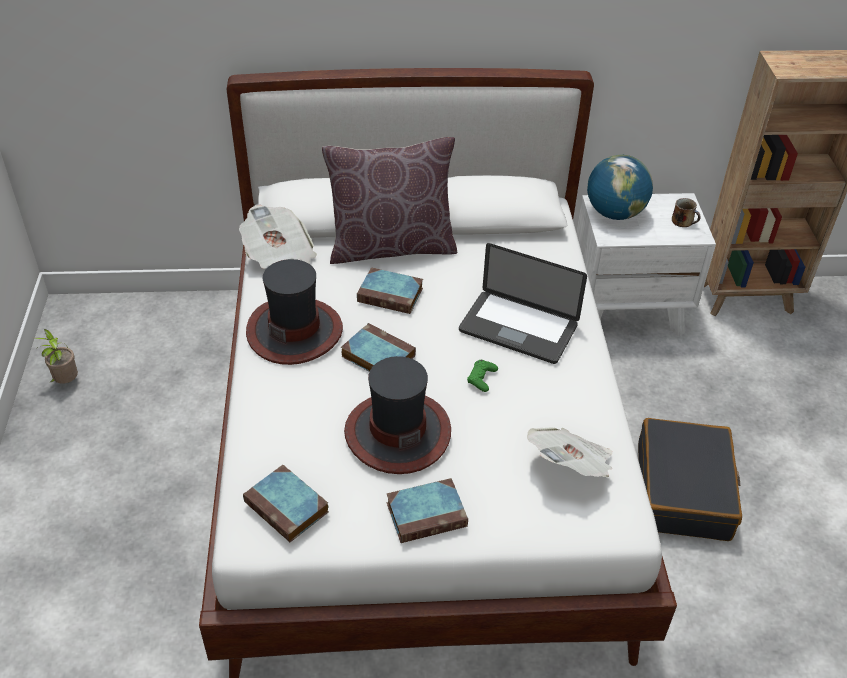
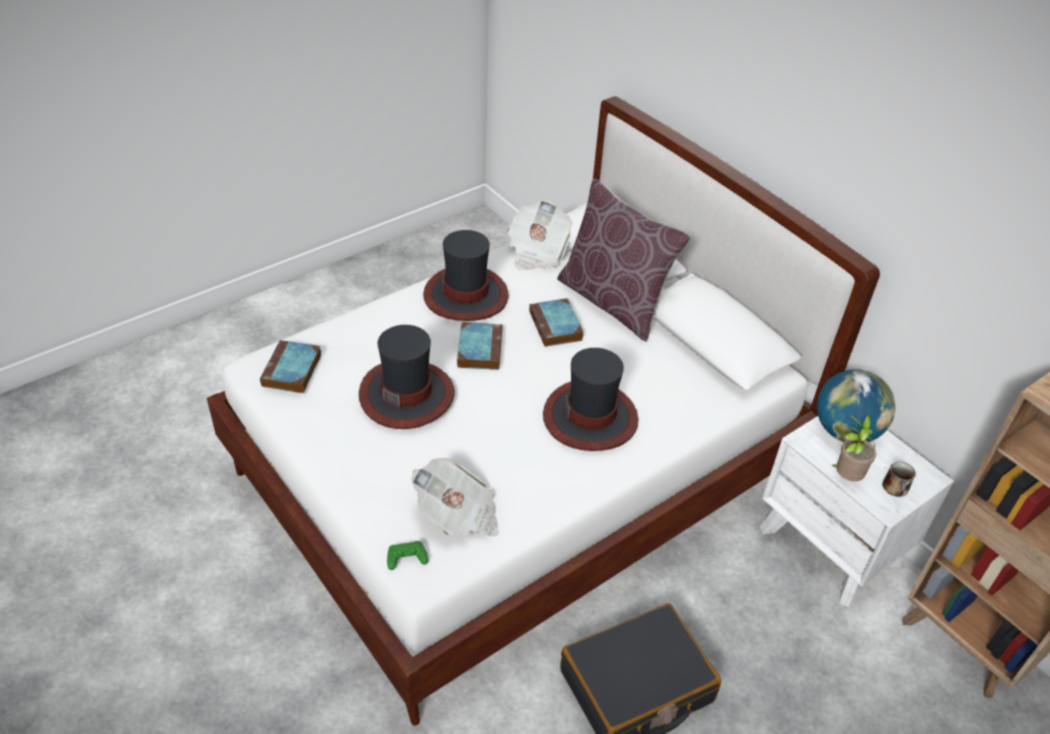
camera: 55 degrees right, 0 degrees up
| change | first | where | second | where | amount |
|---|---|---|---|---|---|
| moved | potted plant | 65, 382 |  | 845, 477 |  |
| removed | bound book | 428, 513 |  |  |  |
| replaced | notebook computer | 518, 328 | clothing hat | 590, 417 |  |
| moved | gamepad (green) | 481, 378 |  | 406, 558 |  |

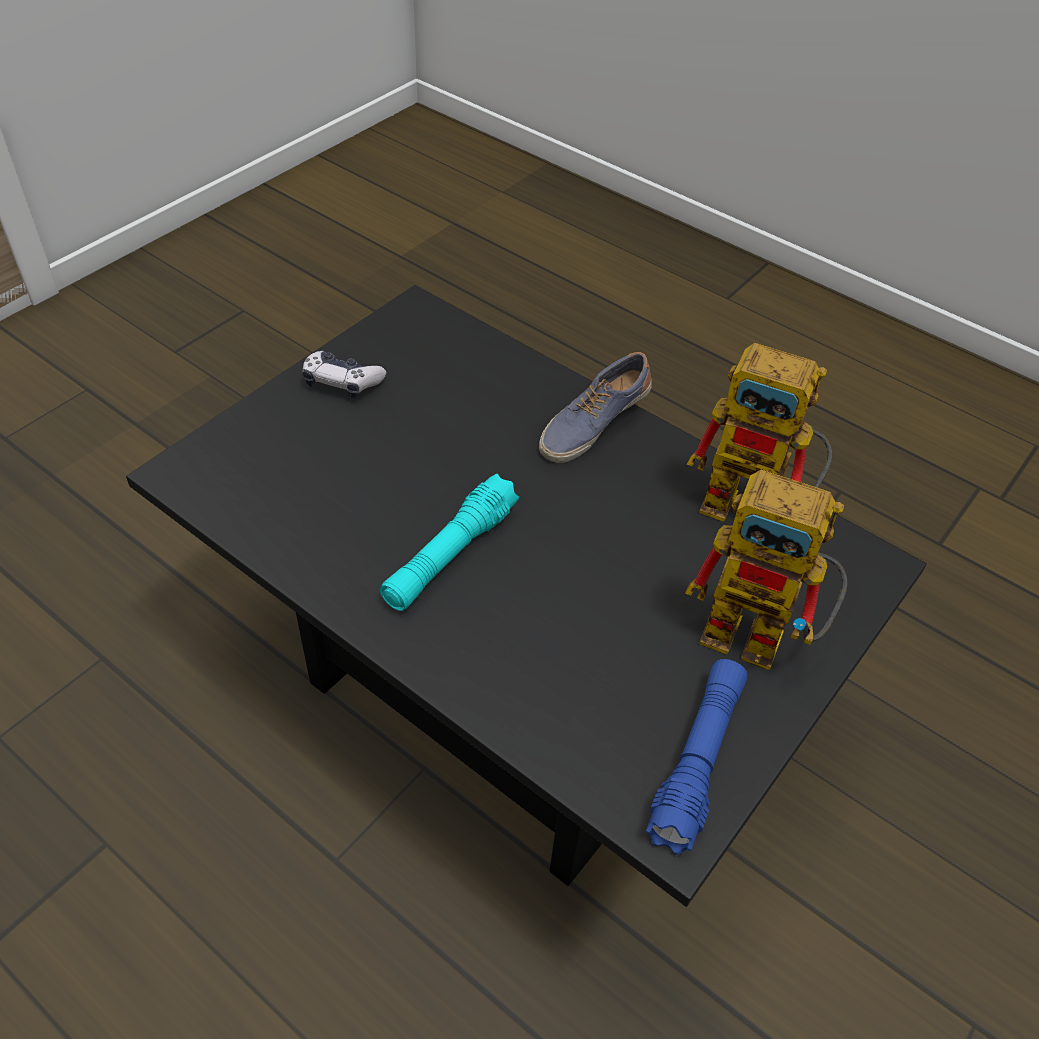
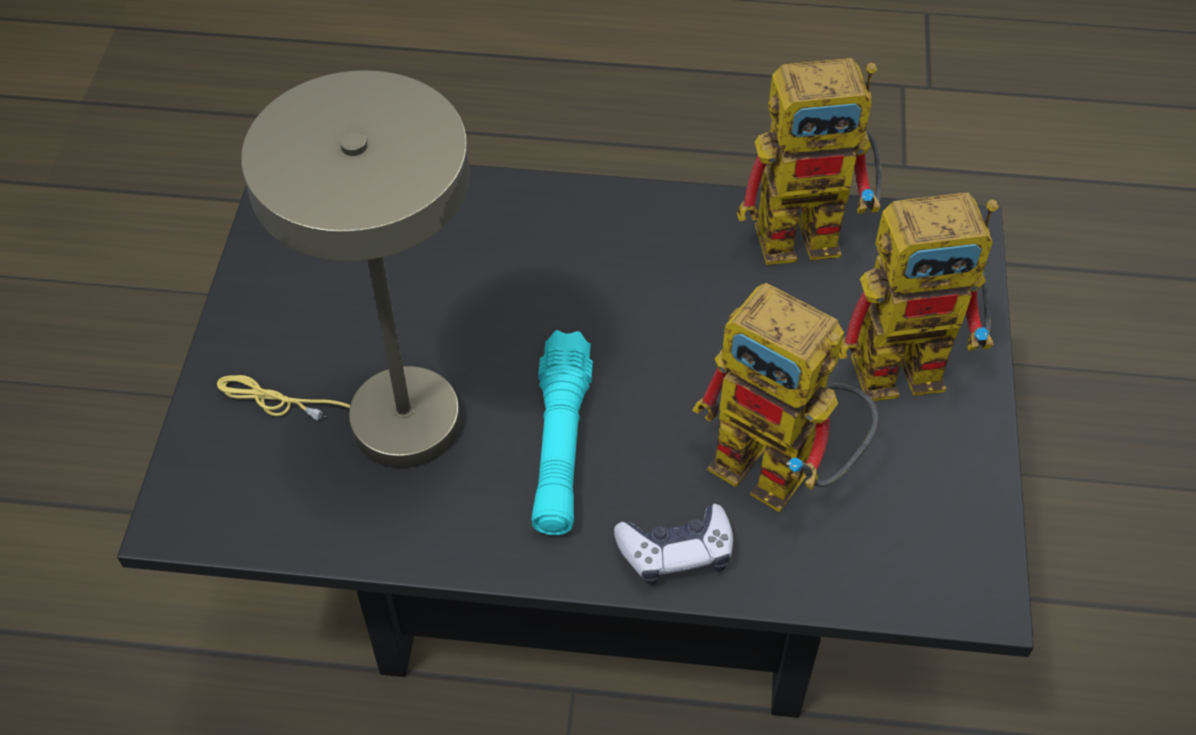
camera: 30 degrees left, 5 degrees up
| change | first | where | second | where | amount |
|---|---|---|---|---|---|
| moved | gamepad | 342, 382 |  | 676, 552 |  |
| removed | shoe | 592, 424 |  |  |  |
| removed | hand torch (blue) | 697, 761 |  |  |  |
| added |  |  | tabletop lamp (beige-coloured) | 384, 420 |  |
| added |  |  | toy robot | 783, 473 |  |

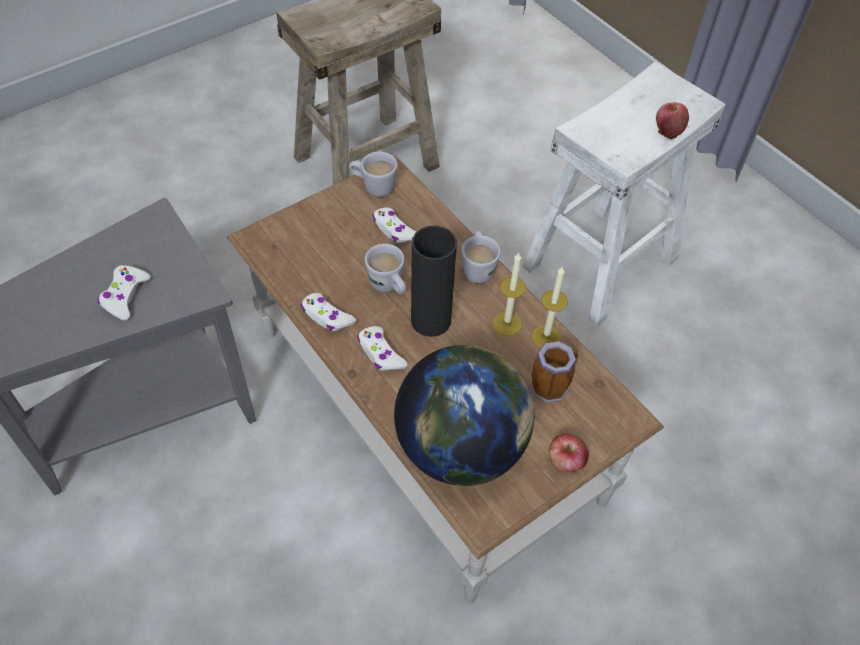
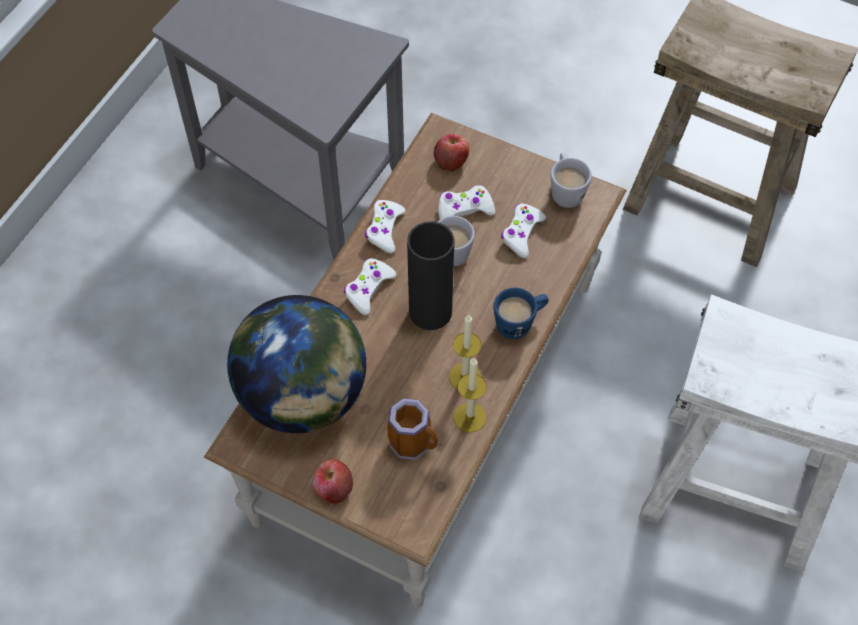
camera: 65 degrees right, 5 degrees up
| change | first | where | second | where | amount |
|---|---|---|---|---|---|
| moved | gamepad (white) | 125, 296 |  | 464, 209 |  |
| recoloured | tea mug (white) | 477, 268 | tea mug (blue) | 520, 323 |  |
| moved | apple fruit | 668, 130 |  | 451, 161 |  |

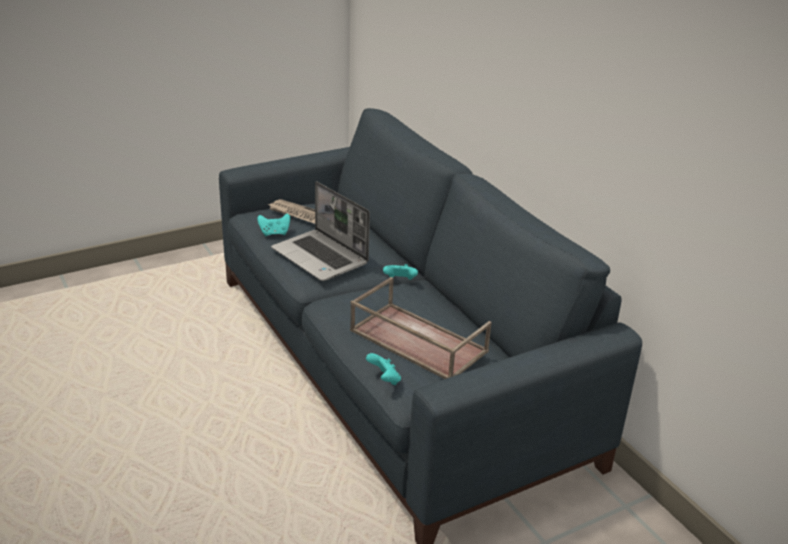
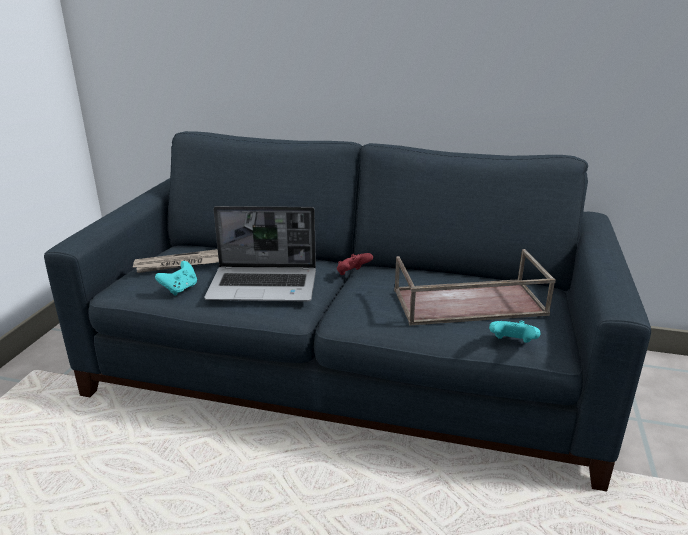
camera: 45 degrees left, 5 degrees down
| change | first | where | second | where | amount |
|---|---|---|---|---|---|
| recoloured | gamepad (blue-green) | 400, 281 | gamepad (reddish) | 352, 274 |  |

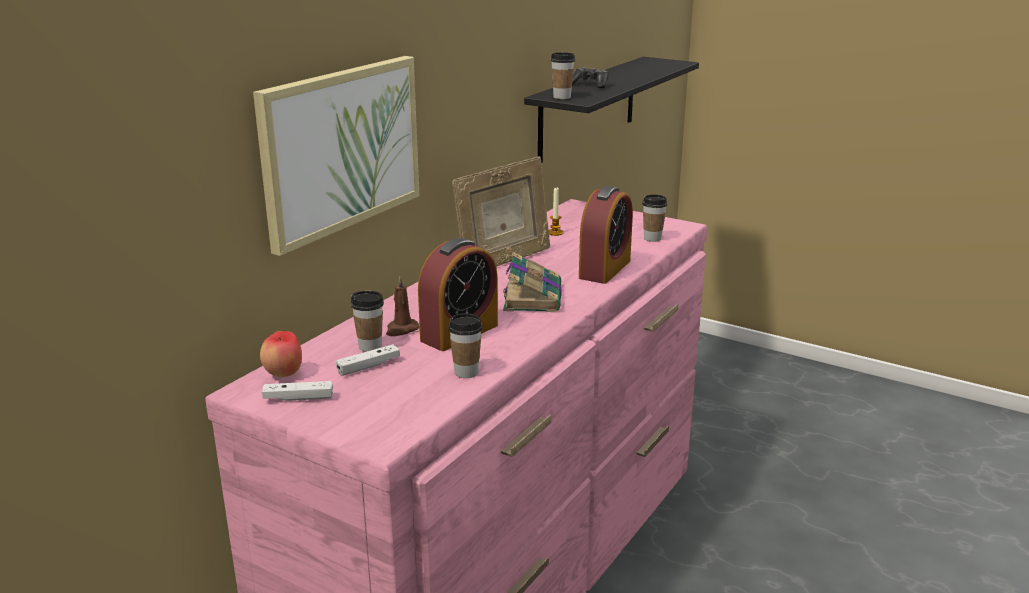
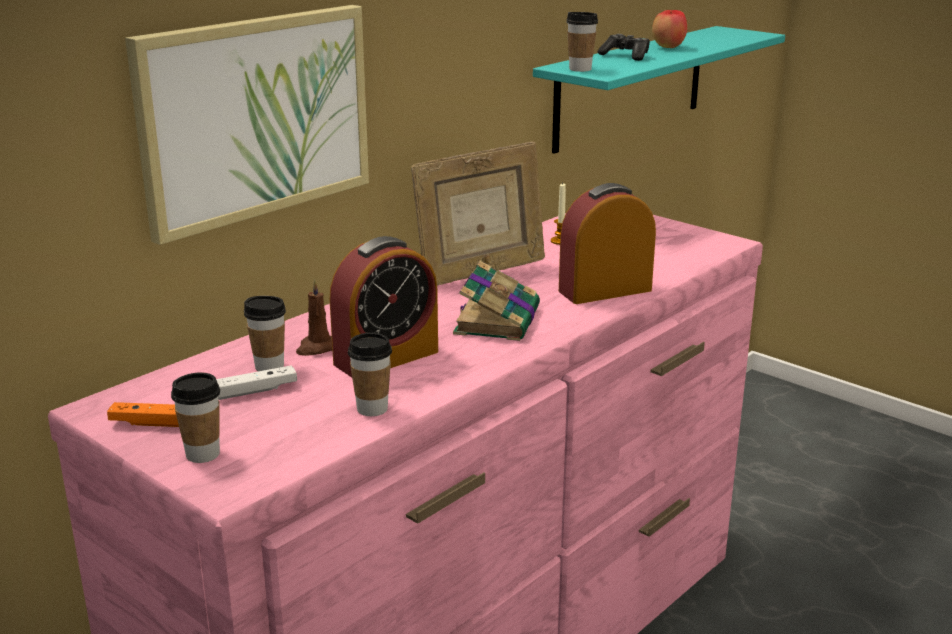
camera: 10 degrees right, 0 degrees up
| change | first | where | second | where | amount |
|---|---|---|---|---|---|
| moved | apple fruit | 284, 374 |  | 668, 47 |  |
| recoloured | gamepad (white) | 298, 398 | gamepad (orangey) | 153, 424 |  |
| recoloured | bracket shelf (black-coloured) | 588, 108 | bracket shelf (blue-green) | 630, 87 |  |
| turned | alarm clock | 605, 269 |  | 605, 290 | 150 degrees counterclockwise |
| moved | small cup | 652, 238 |  | 203, 454 |  |

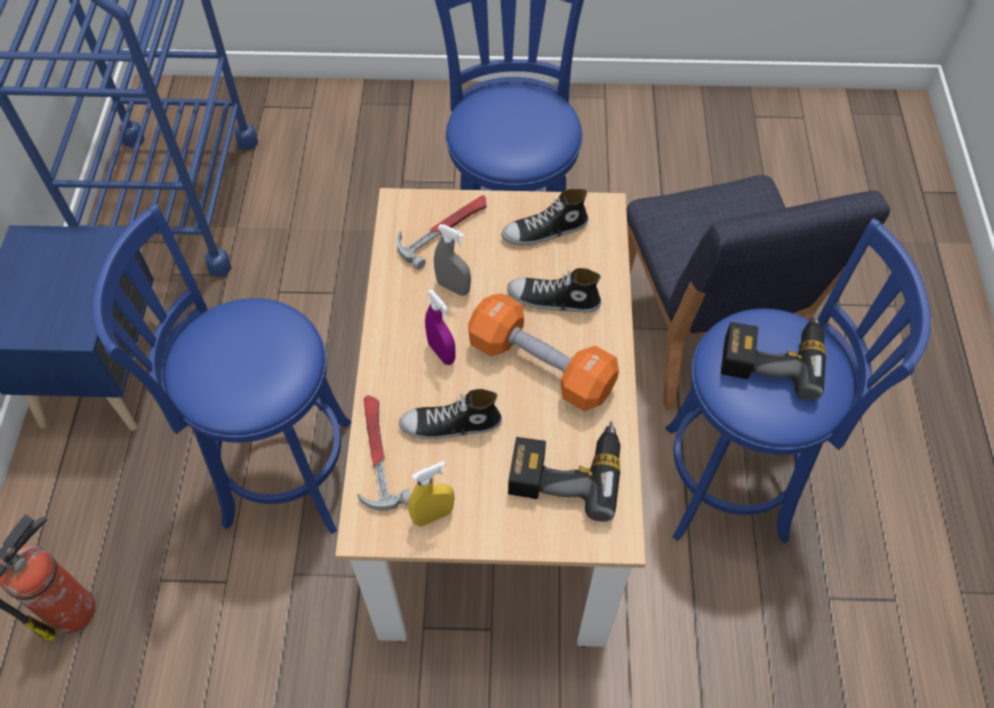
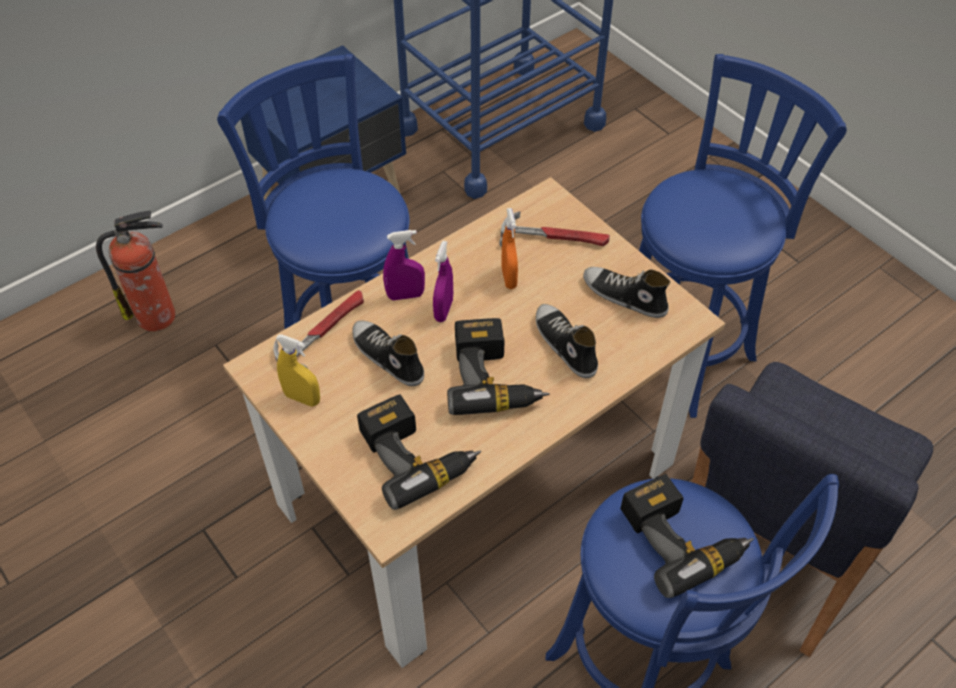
camera: 50 degrees right, 5 degrees down
| change | first | where | second | where | amount |
|---|---|---|---|---|---|
| recoloured | spray bottle (gray) | 453, 287 | spray bottle (orangey) | 509, 277 |  |
| replaced | dumbbell (orangey) | 541, 365 | power drill | 494, 377 |  |
| added |  |  | spray bottle (purple-coloured) | 405, 295 |  |

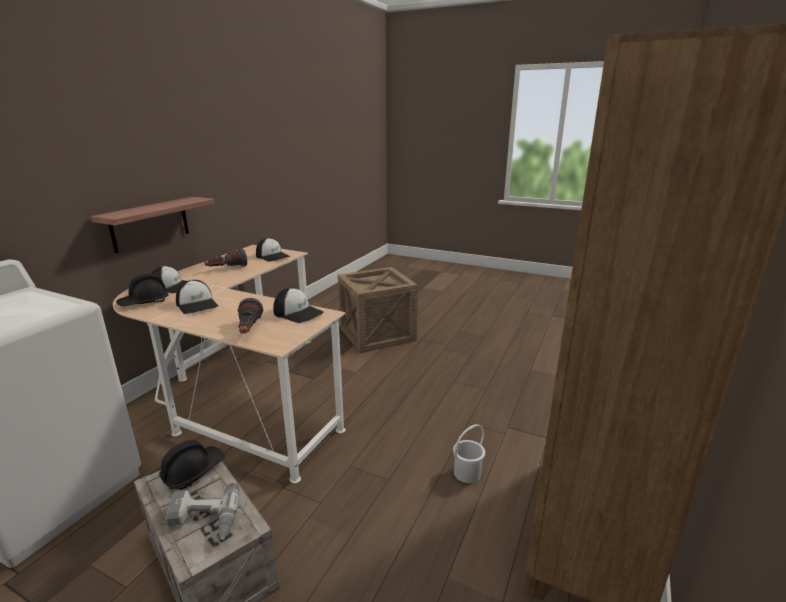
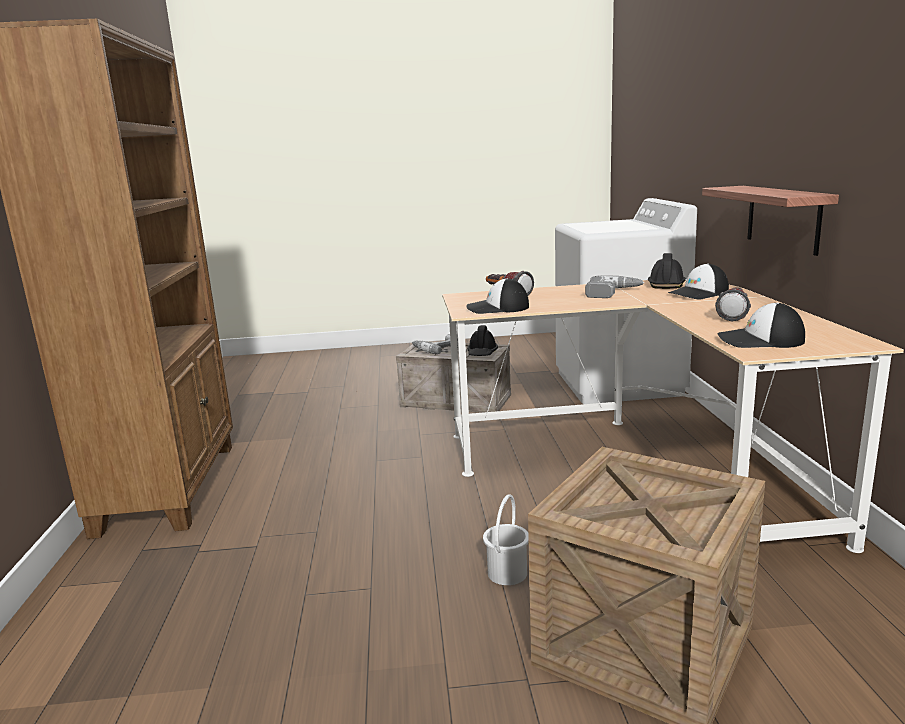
camera: 150 degrees right, 5 degrees down
| change | first | where | second | where | amount |
|---|---|---|---|---|---|
| replaced | cap | 197, 304 | power drill | 613, 293 |  |
| moved | pail (white) | 466, 473 |  | 508, 573 |  |

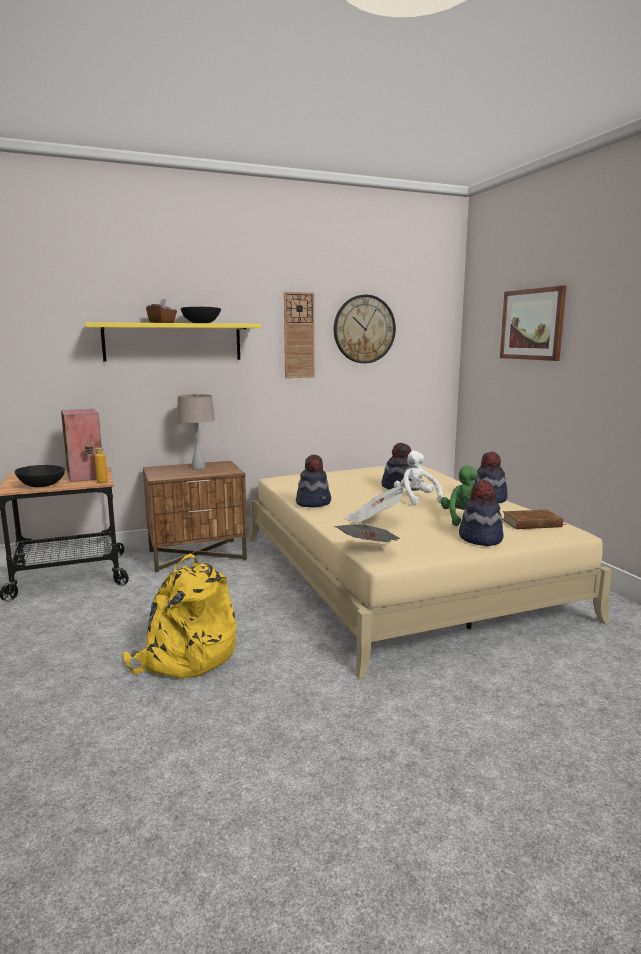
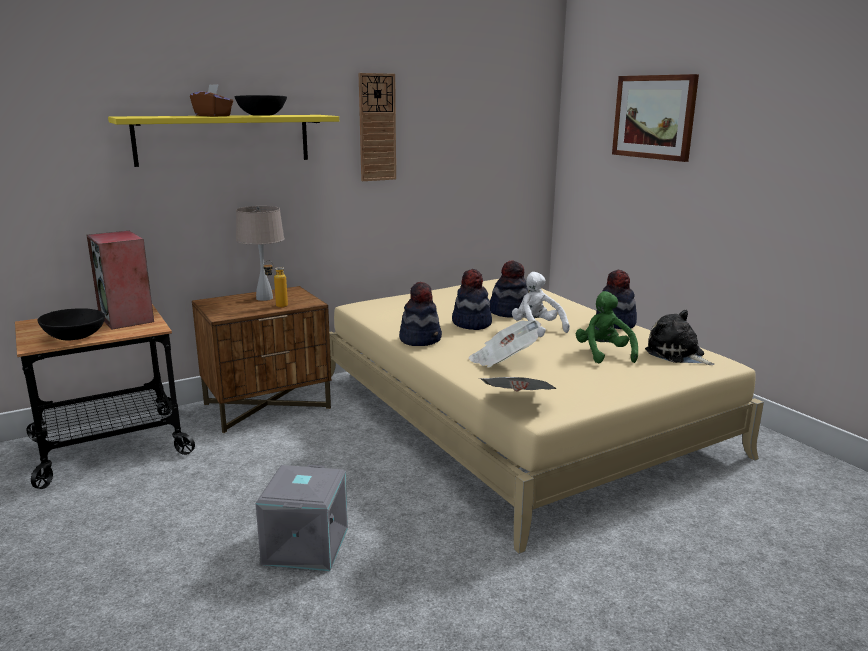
camera: 10 degrees left, 5 degrees up
| change | first | where | second | where | amount |
|---|---|---|---|---|---|
| moved | bottle | 97, 482 |  | 276, 306 |  |
| replaced | knapsack (yellow-coloured) | 185, 657 | storage container (gray) | 304, 545 |  |
| removed | hanging clock | 364, 329 |  |  |  |
| moved | clothing hat | 480, 538 |  | 471, 323 |  |
| replaced | bound book (brown) | 532, 523 | plush toy | 677, 354 |  |

